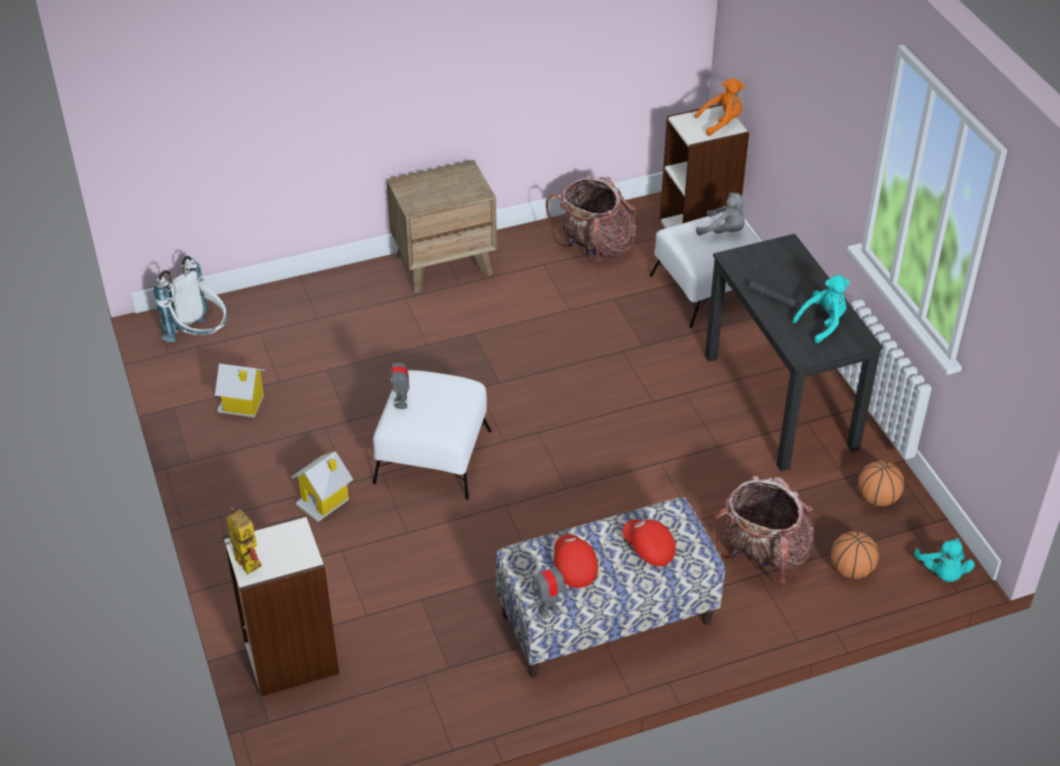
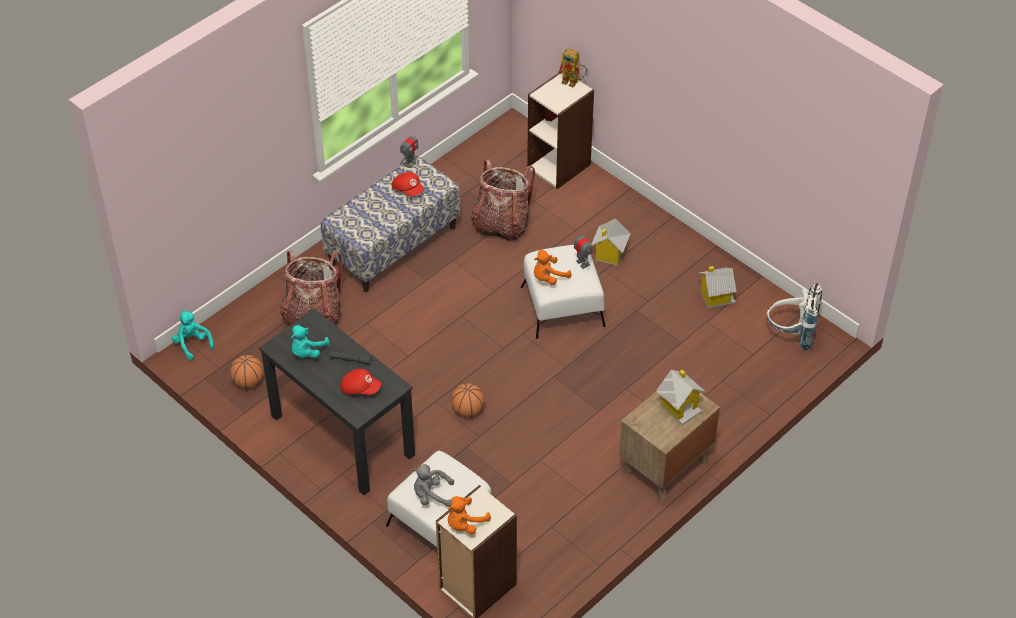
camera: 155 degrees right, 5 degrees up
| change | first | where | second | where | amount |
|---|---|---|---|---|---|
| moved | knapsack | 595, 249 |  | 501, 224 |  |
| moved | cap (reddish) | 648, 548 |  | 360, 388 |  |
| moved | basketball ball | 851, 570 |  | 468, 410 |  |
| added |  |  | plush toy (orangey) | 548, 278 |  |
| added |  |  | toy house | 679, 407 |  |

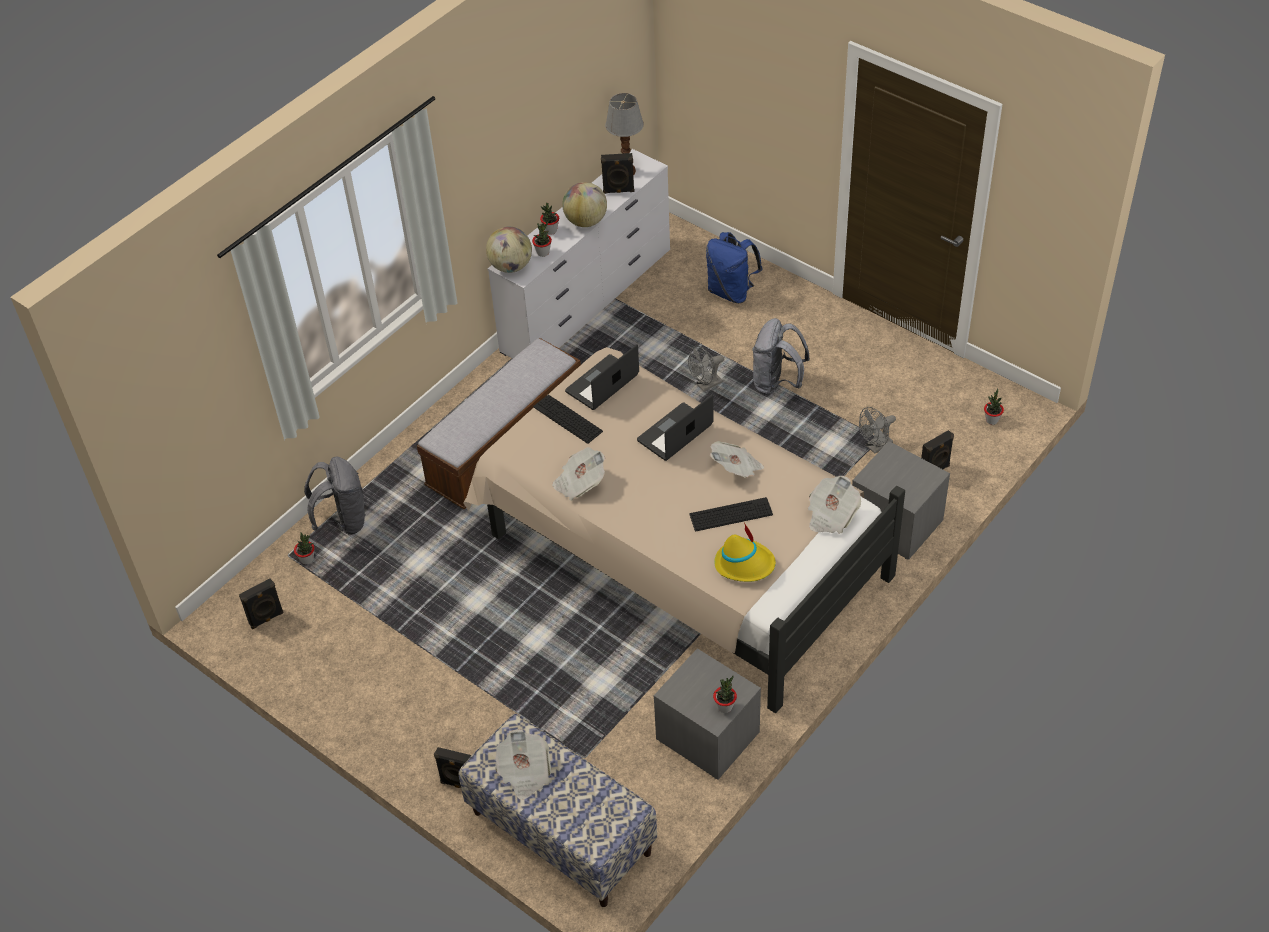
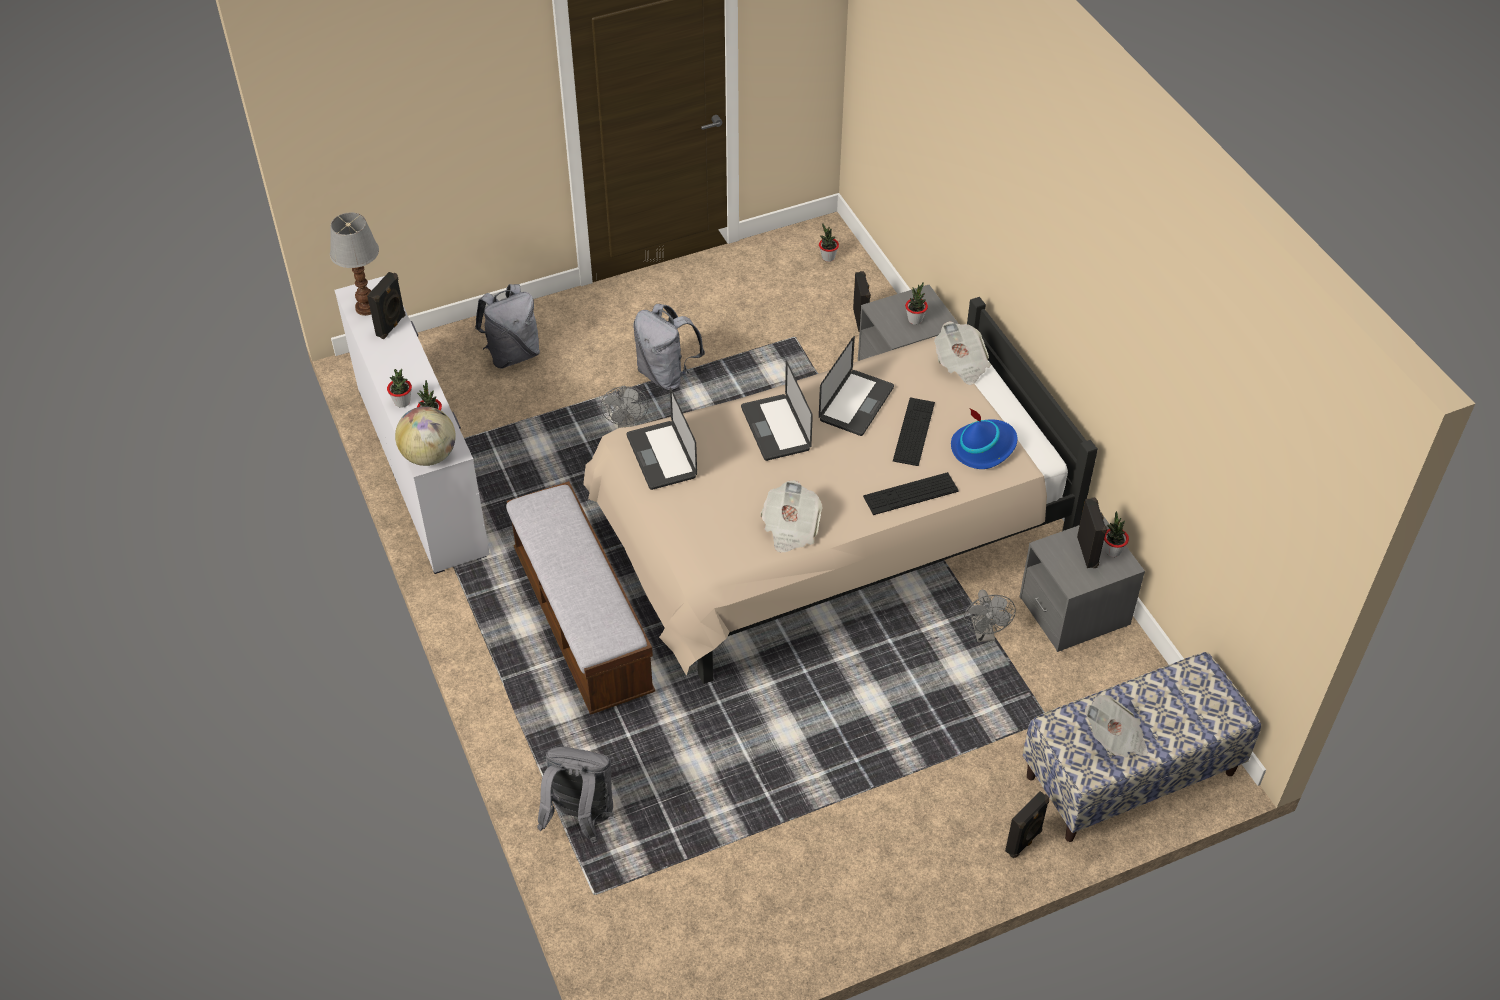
camera: 65 degrees left, 0 degrees up
| change | first | where | second | where | amount |
|---|---|---|---|---|---|
| moved | loudspeaker (black-coloured) | 266, 619 |  | 1088, 551 |  |
| moved | potted plant | 307, 559 |  | 915, 319 |  |
| moved | computer keyboard | 567, 419 |  | 910, 494 |  |
| removed | globe | 586, 221 |  |  |  |
| recoloured | knapsack (blue) | 731, 292 | knapsack (gray) | 513, 354 |  |
| replaced | printed paper | 736, 469 | notebook computer | 856, 404 |  |
| recoloured | clothing hat (yellow-coloured) | 745, 564 | clothing hat (blue) | 983, 447 |  |
| moved | electric fan (gray) | 876, 446 |  | 984, 634 |  |

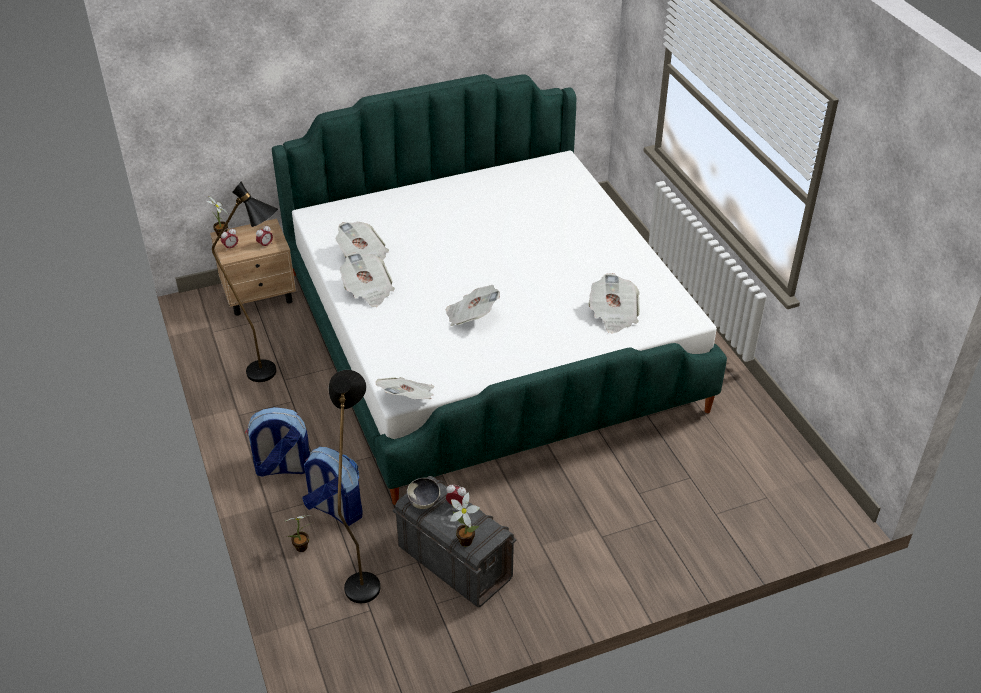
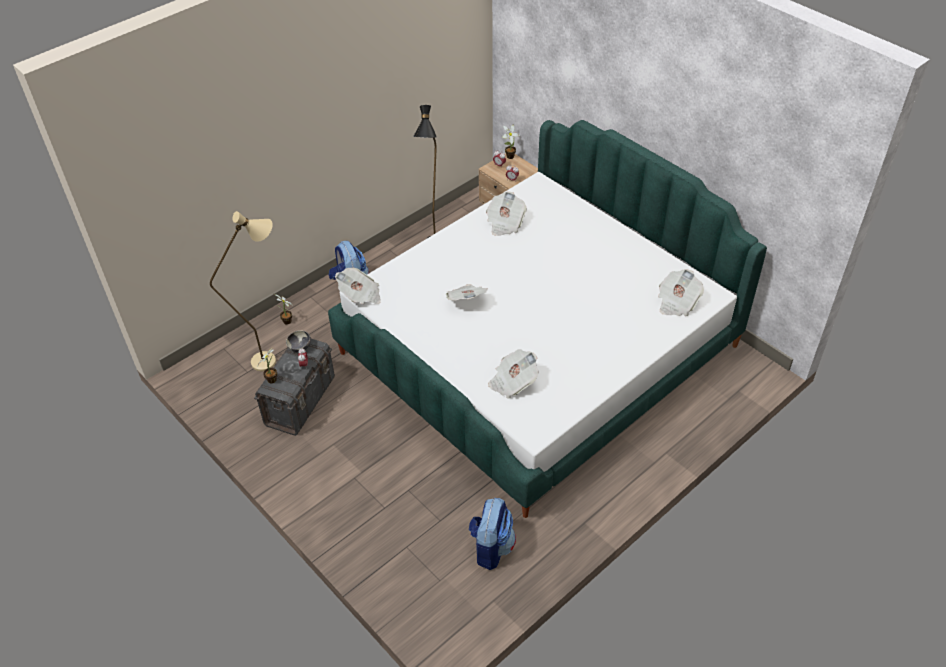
camera: 70 degrees right, 5 degrees up
| change | first | where | second | where | amount |
|---|---|---|---|---|---|
| moved | knapsack | 335, 509 |  | 491, 547 |  |
| recoloured | standing lamp (black-coloured) | 363, 577 | standing lamp (beige-coloured) | 273, 359 |  |
| moved | printed paper | 368, 290 |  | 677, 302 |  |

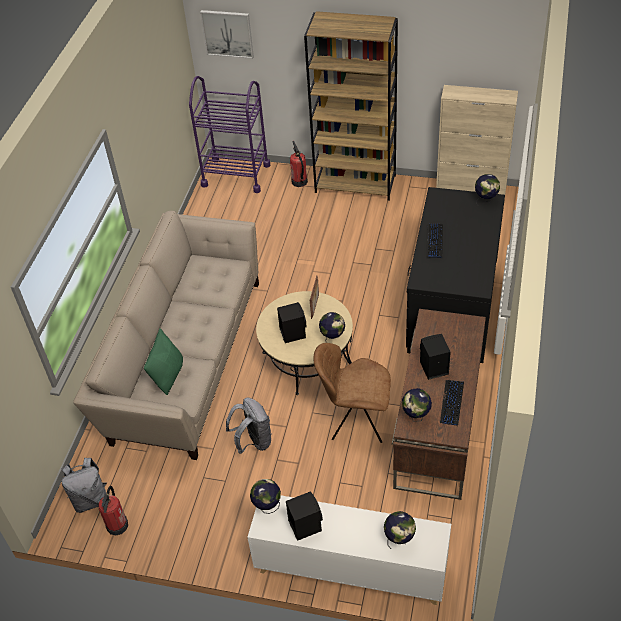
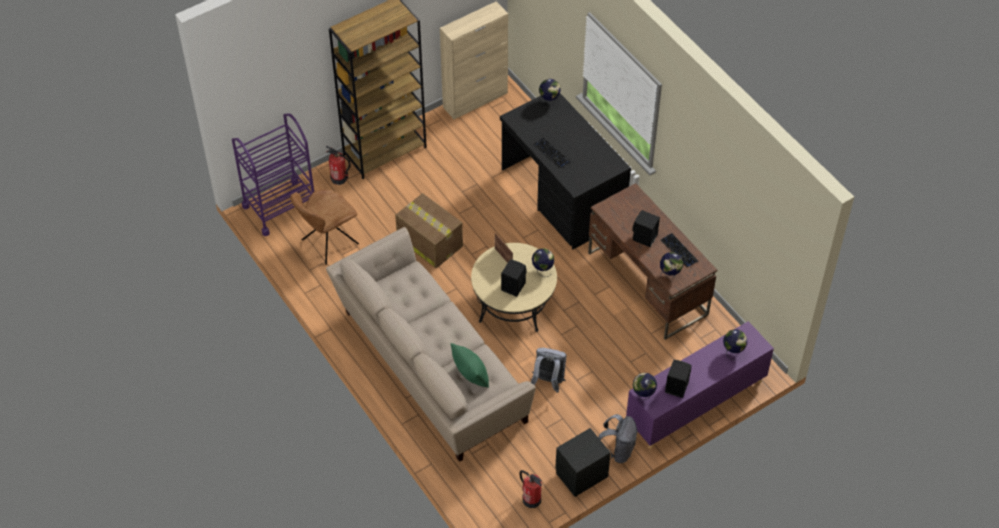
camera: 50 degrees left, 5 degrees up
| change | first | where | second | where | amount |
|---|---|---|---|---|---|
| moved | knapsack (gray) | 90, 499 |  | 617, 450 |  |
| removed | wall art | 227, 33 |  |  |  |
| recoloured | storage cabinet (white) | 350, 569 | storage cabinet (purple-coloured) | 695, 403 |  |
| moved | plain chair (brown) | 356, 420 |  | 328, 243 |  |
| added |  |  | carton | 429, 242 |  |
| added |  |  | bedside table (black-coloured) | 581, 474 |  |

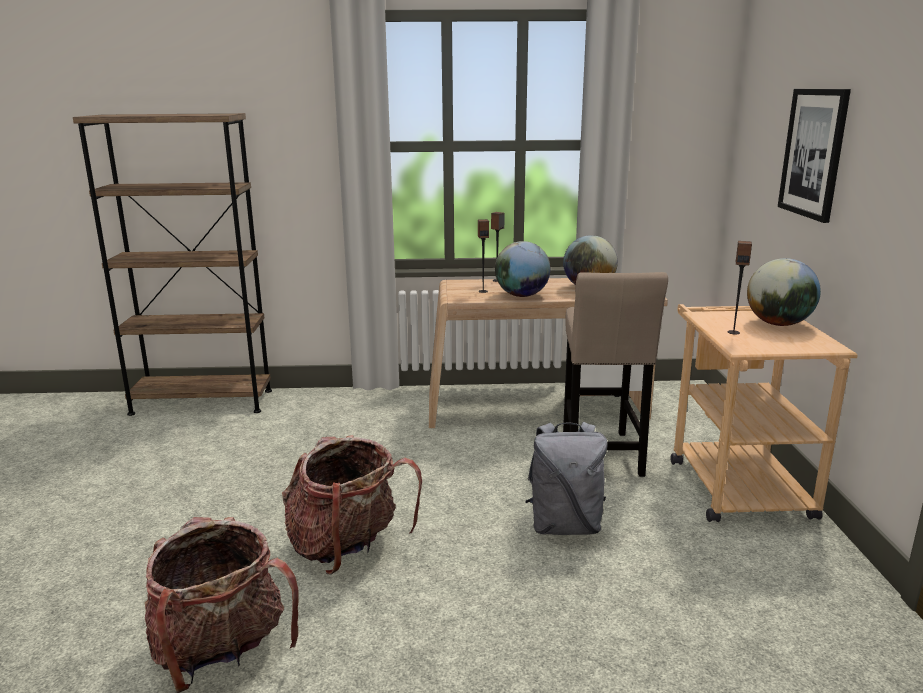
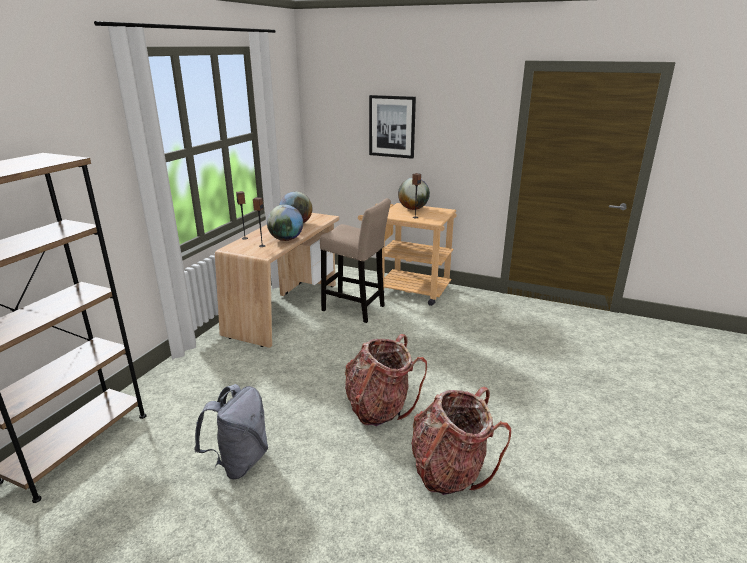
camera: 65 degrees left, 5 degrees up
| change | first | where | second | where | amount |
|---|---|---|---|---|---|
| moved | knapsack (gray) | 565, 526 |  | 239, 462 |  |

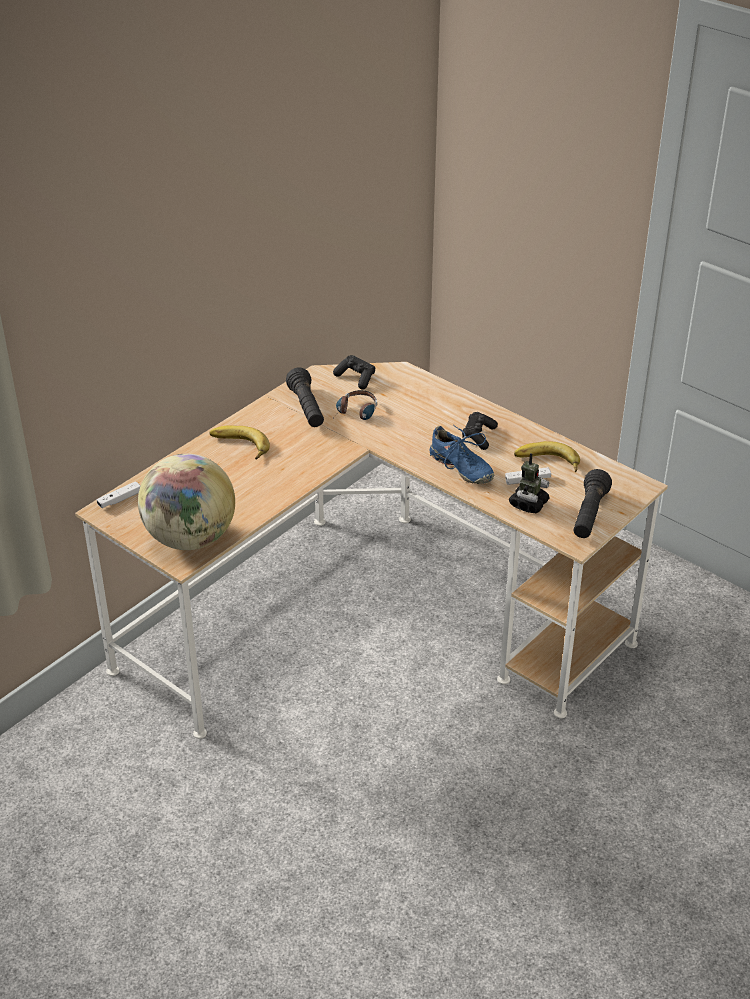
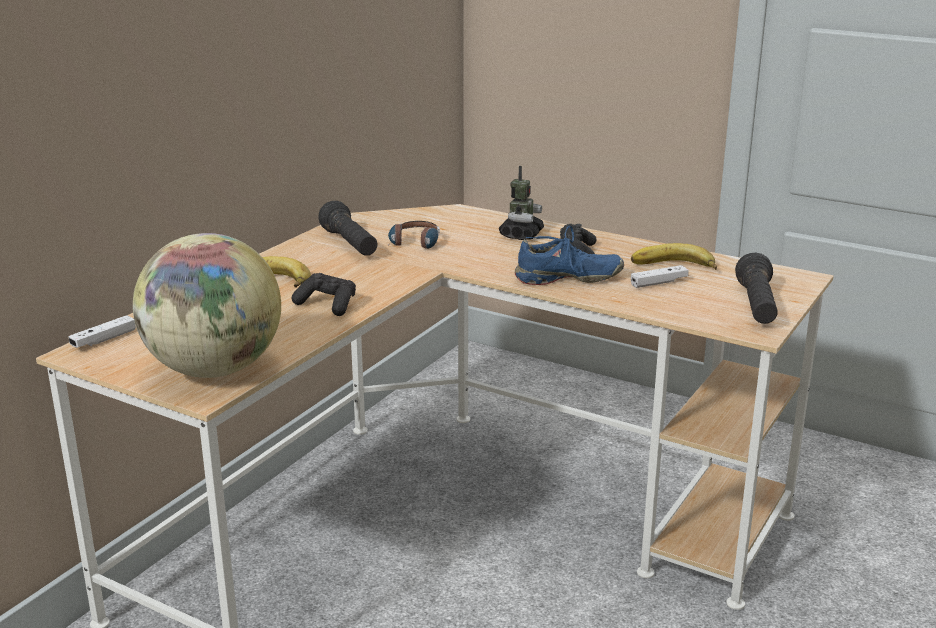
camera: 10 degrees left, 15 degrees down
| change | first | where | second | where | amount |
|---|---|---|---|---|---|
| moved | gamepad (black-coloured) | 356, 378 |  | 327, 305 |  |
| turned | shoe (blue) | 460, 468 |  | 568, 279 | 45 degrees counterclockwise |
| moved | toy robot | 528, 504 |  | 521, 235 |  |

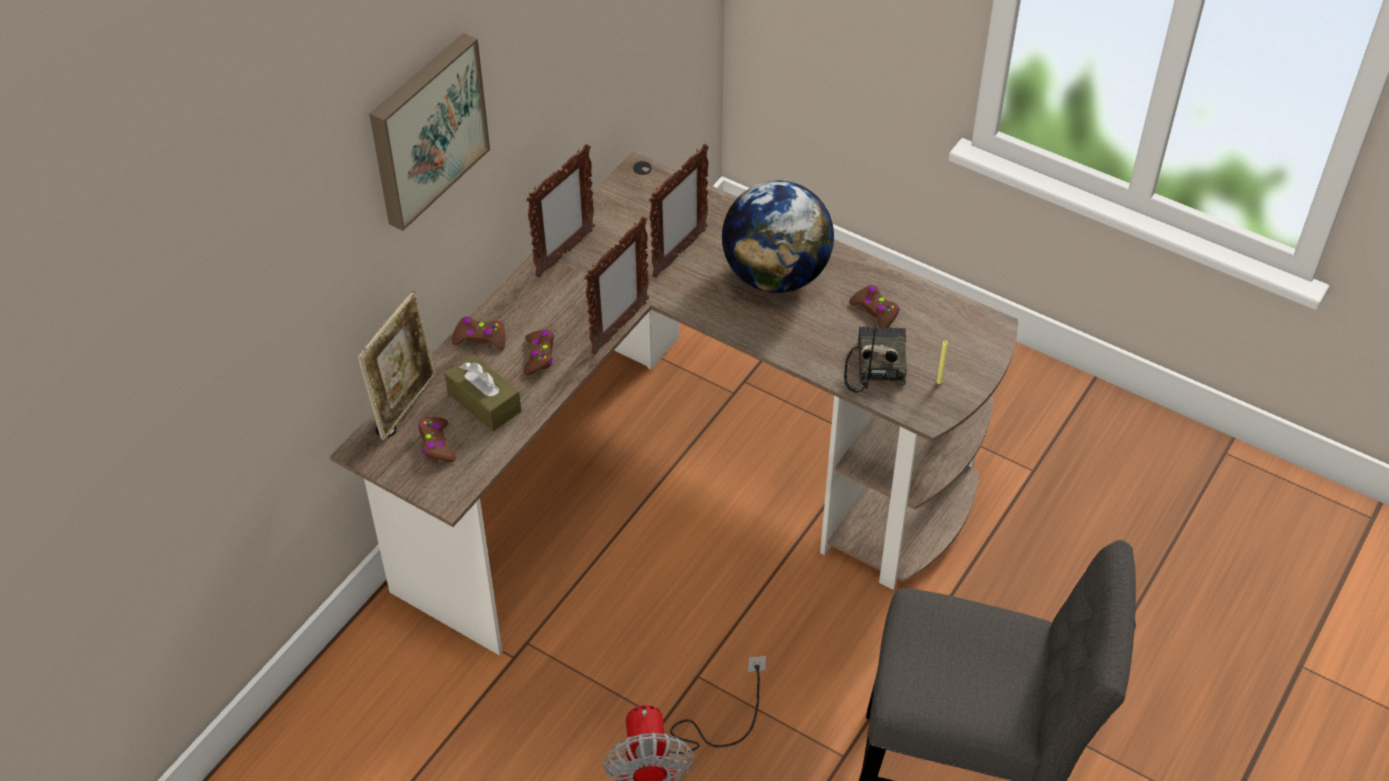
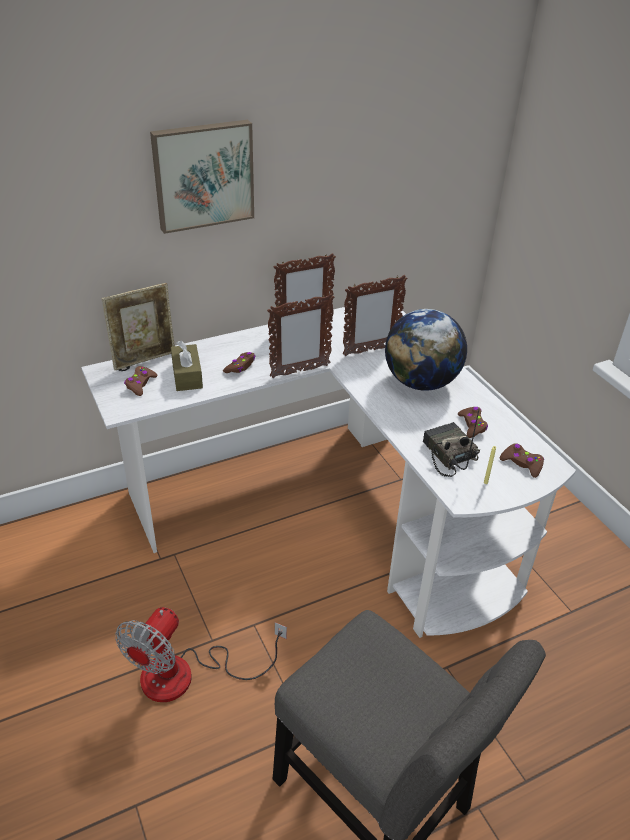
camera: 30 degrees right, 10 degrees down
| change | first | where | second | where | amount |
|---|---|---|---|---|---|
| recoloured | desk unit (brown) | 683, 480 | desk unit (white) | 334, 511 |  |
| moved | gamepad (brown) | 480, 338 |  | 522, 463 |  |
| turned | radio receiver | 875, 365 |  | 447, 454 | 60 degrees counterclockwise |

